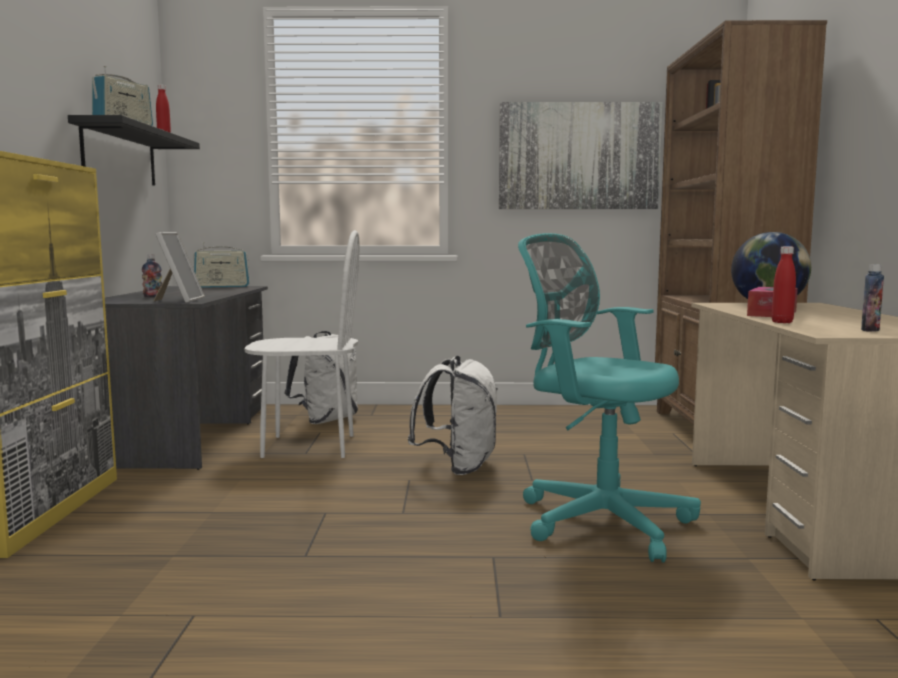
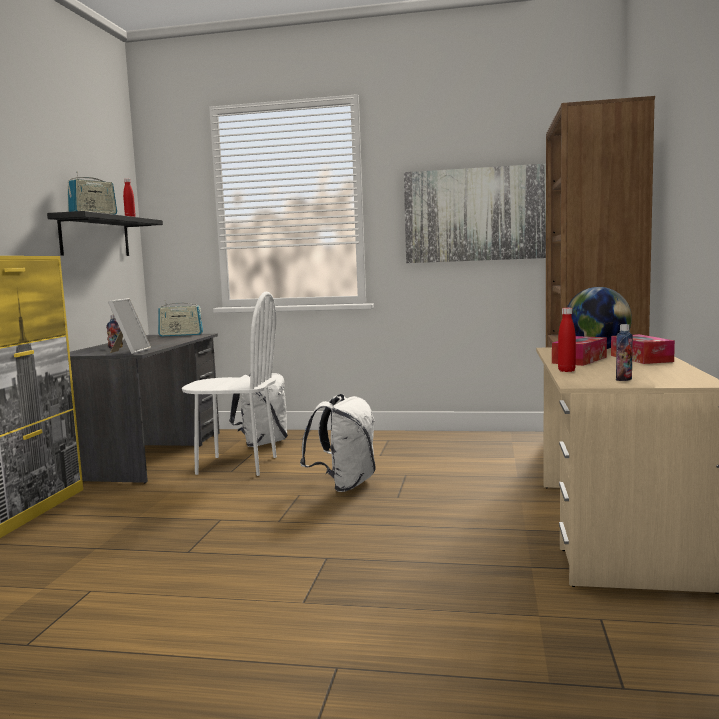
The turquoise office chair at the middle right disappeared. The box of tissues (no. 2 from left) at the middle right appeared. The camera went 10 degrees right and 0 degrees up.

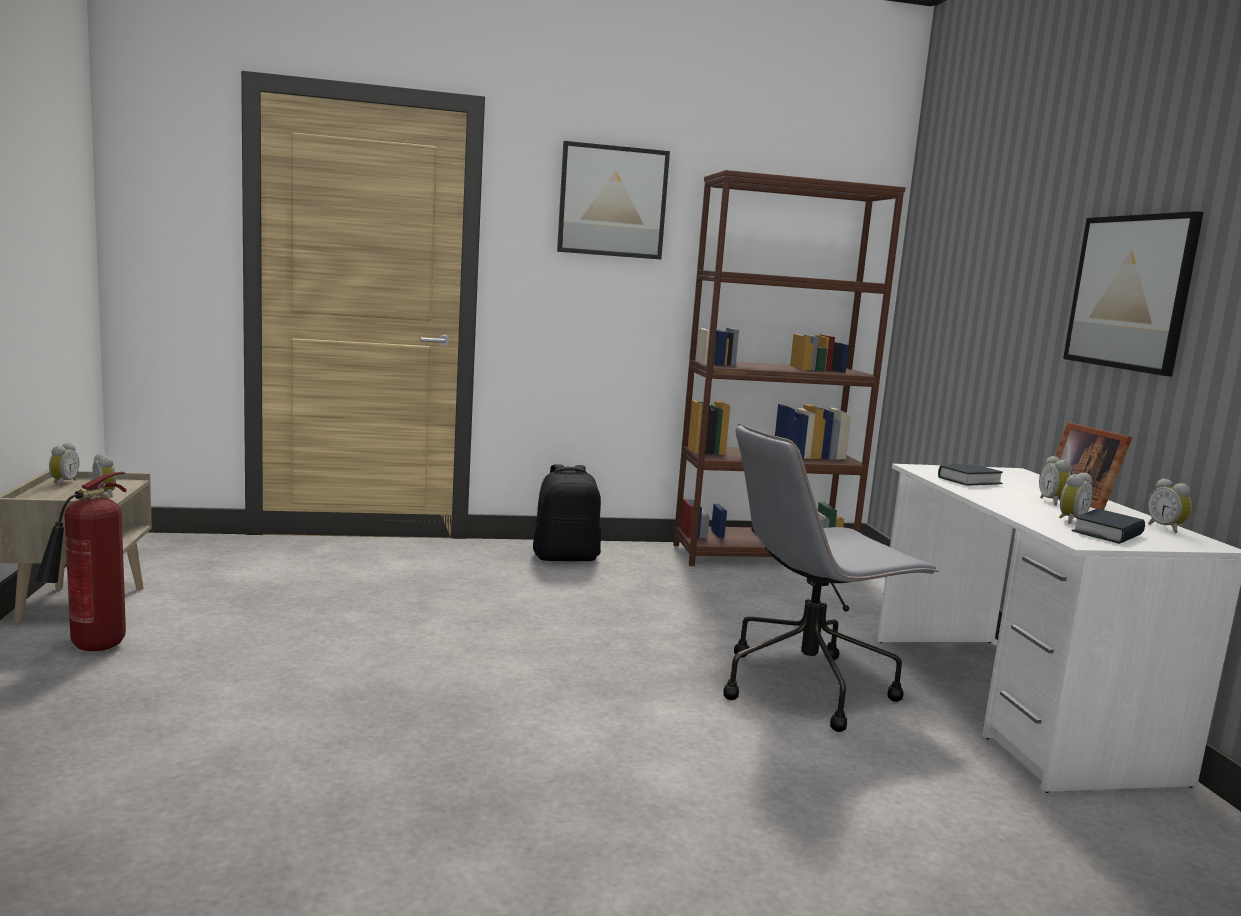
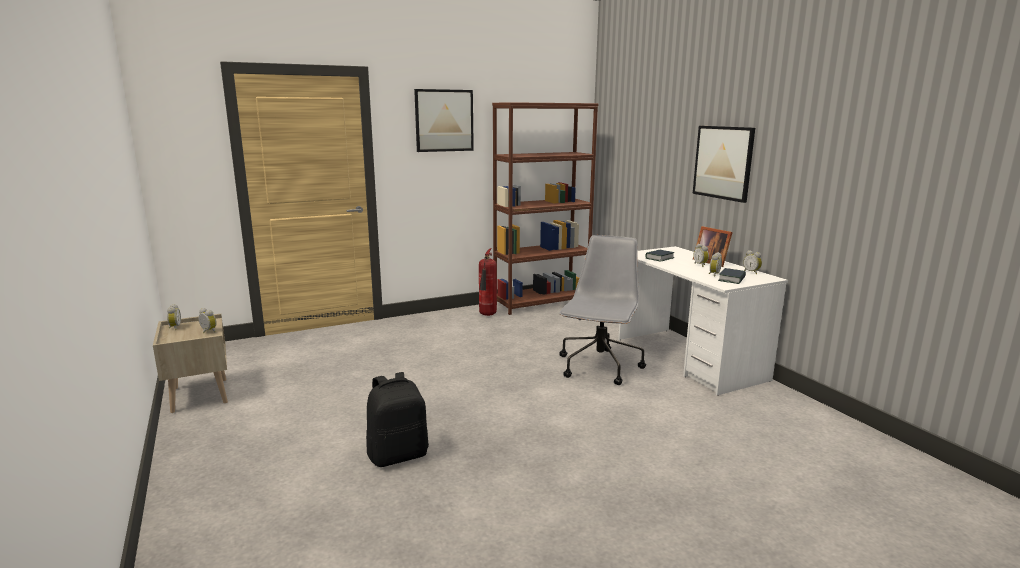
The extinguisher moved from the middle left to the centre. The black-coloured backpack moved from the centre to the bottom centre. The gray office chair at the middle right turned 150 degrees clockwise. The camera went 15 degrees left and 5 degrees up.

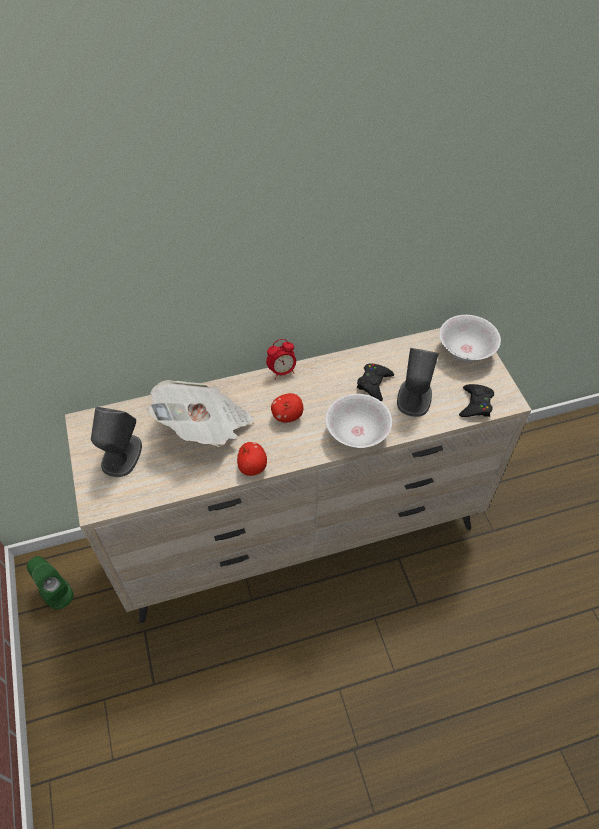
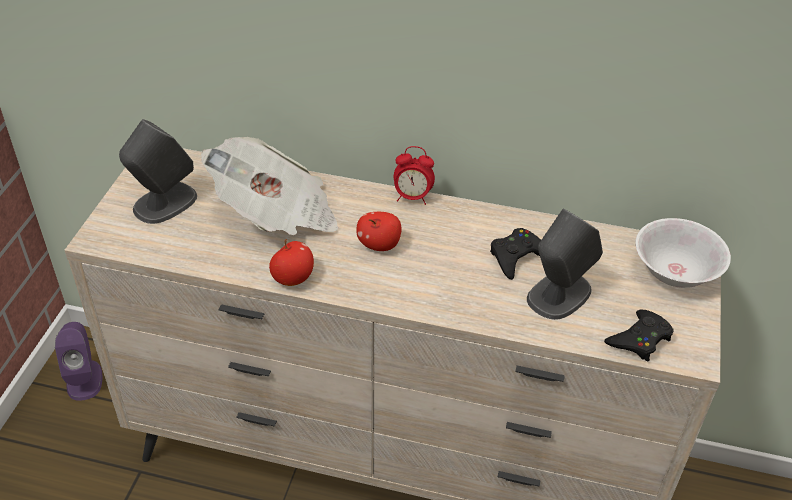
The white deep dish (no. 1 from left) at the centre disappeared. The greenish loudspeaker at the bottom left became the purple-coloured loudspeaker at the bottom left. The camera went 30 degrees right and 10 degrees down.

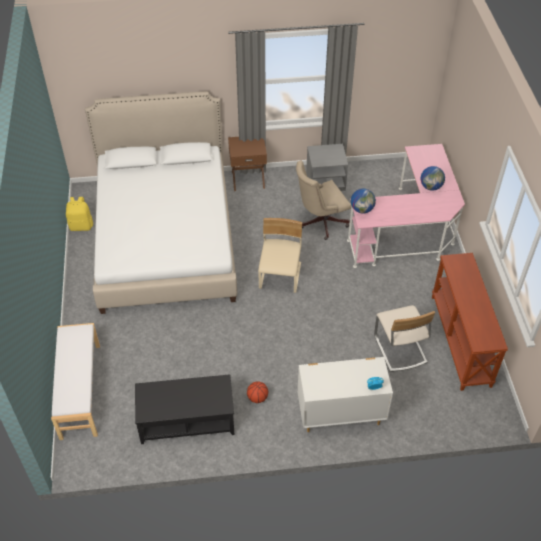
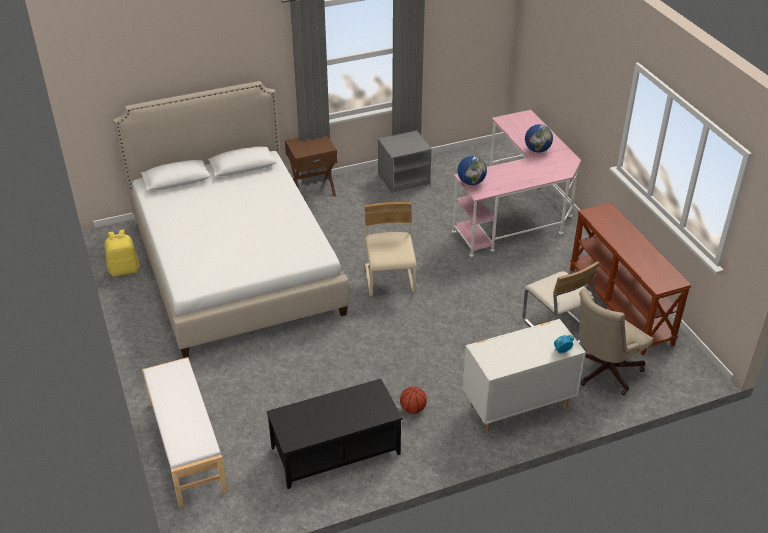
The beige-coloured office chair moved from the centre to the middle right. The camera went 15 degrees left and 10 degrees down.

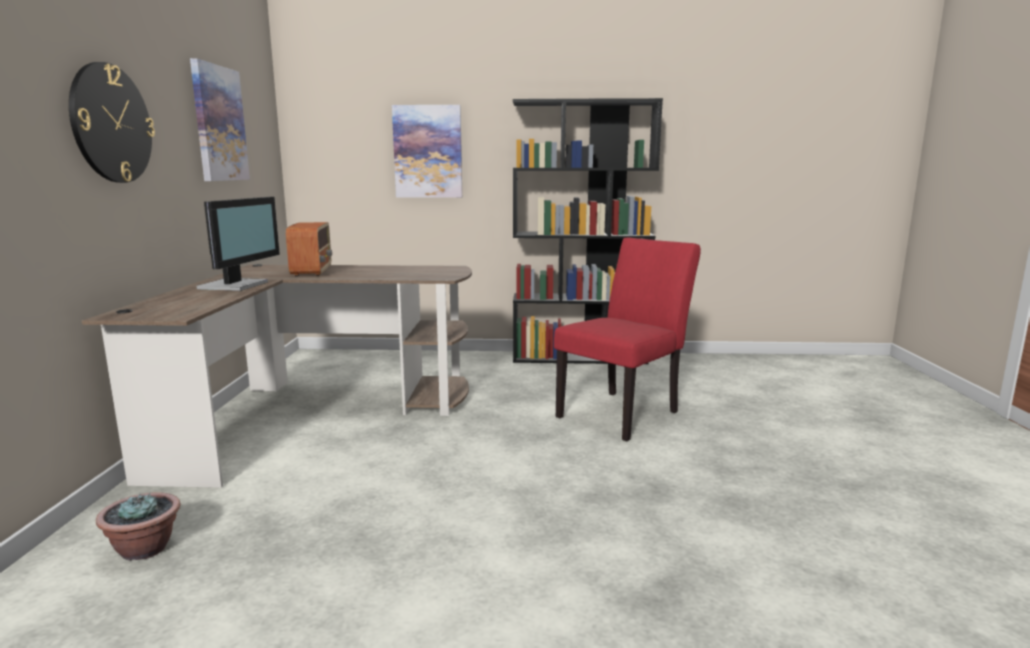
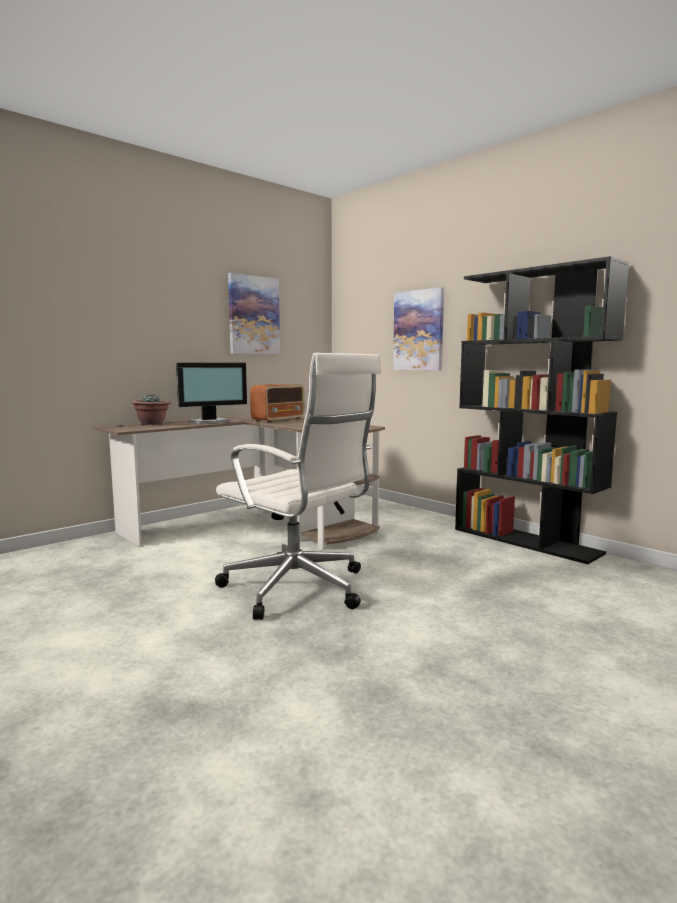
The clock on the wall at the top left disappeared. The reddish plain chair at the centre disappeared. The white office chair at the centre appeared. The potted plant moved from the bottom left to the middle left. The camera went 45 degrees right and 5 degrees down.

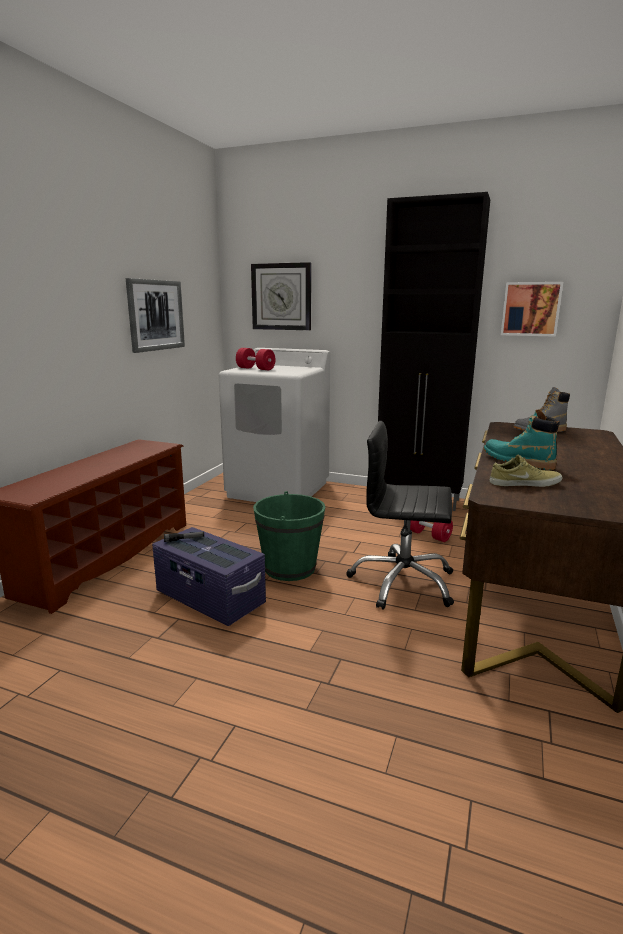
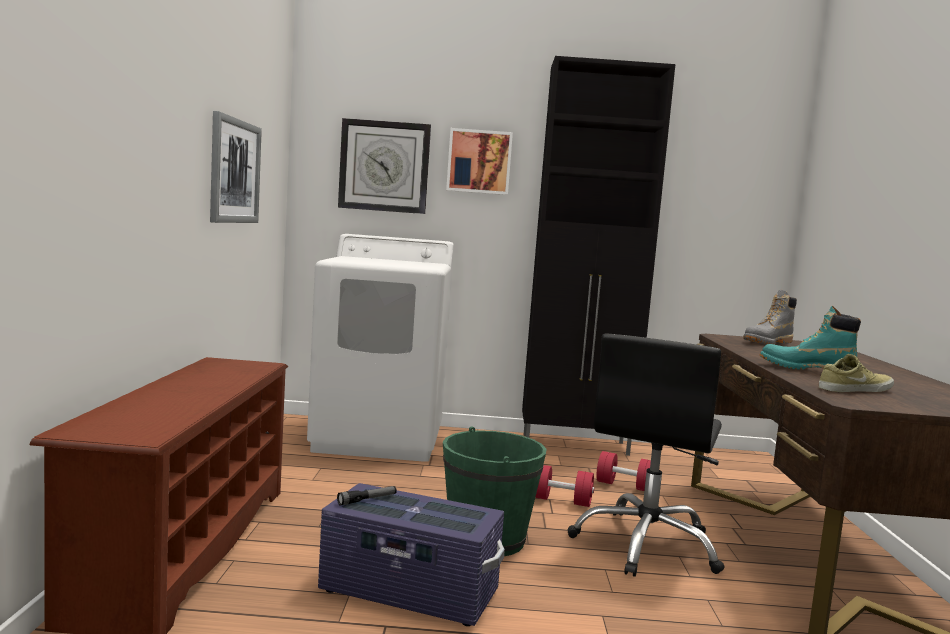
The reddish dumbbell (no. 1 from left) moved from the centre to the bottom centre. The wall art (no. 2 from left) moved from the top right to the top centre. The black-coloured office chair at the centre turned 60 degrees counterclockwise. The camera went 20 degrees left and 10 degrees down.

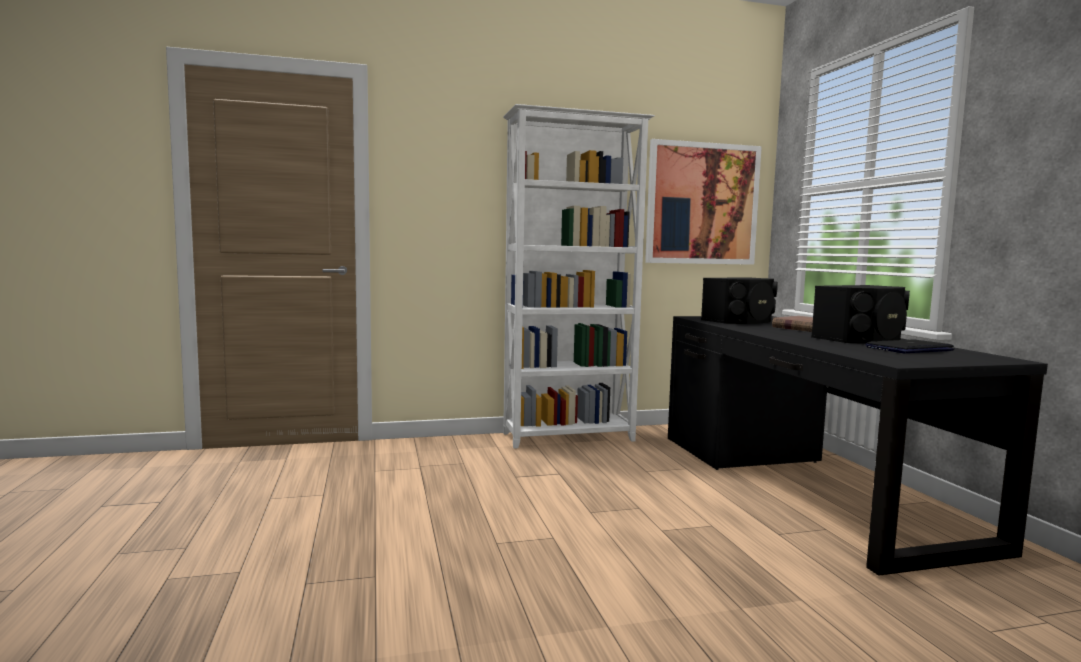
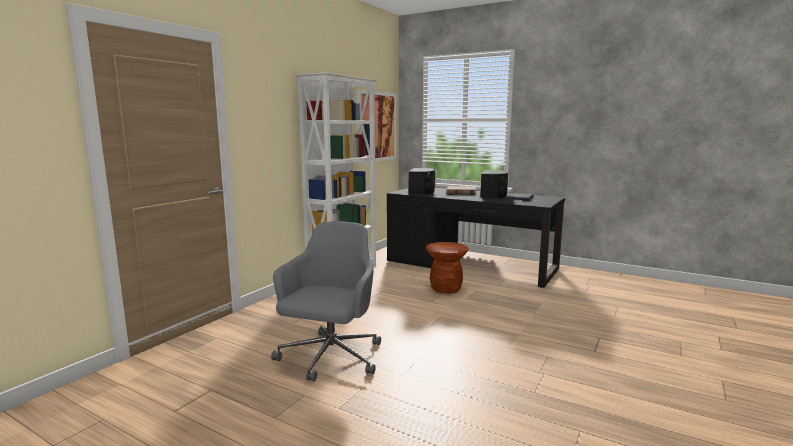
The gray office chair at the bottom centre appeared. The brown sitting stool at the centre appeared. The camera went 45 degrees left and 5 degrees up.

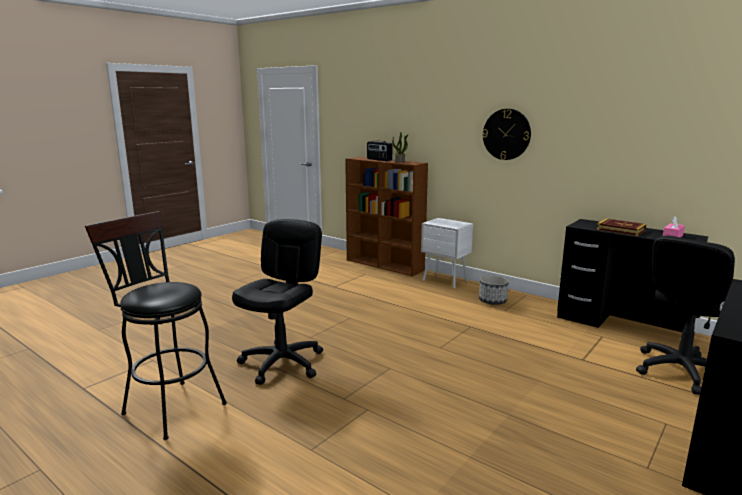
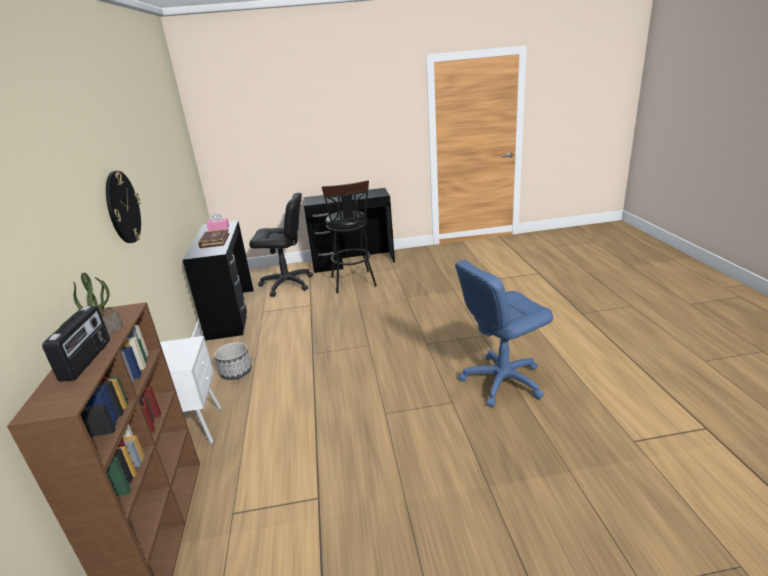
The black-coloured sitting stool moved from the middle left to the centre. The black-coloured office chair (no. 1 from left) at the centre became the bluish office chair at the centre. The camera went 135 degrees left and 10 degrees up.

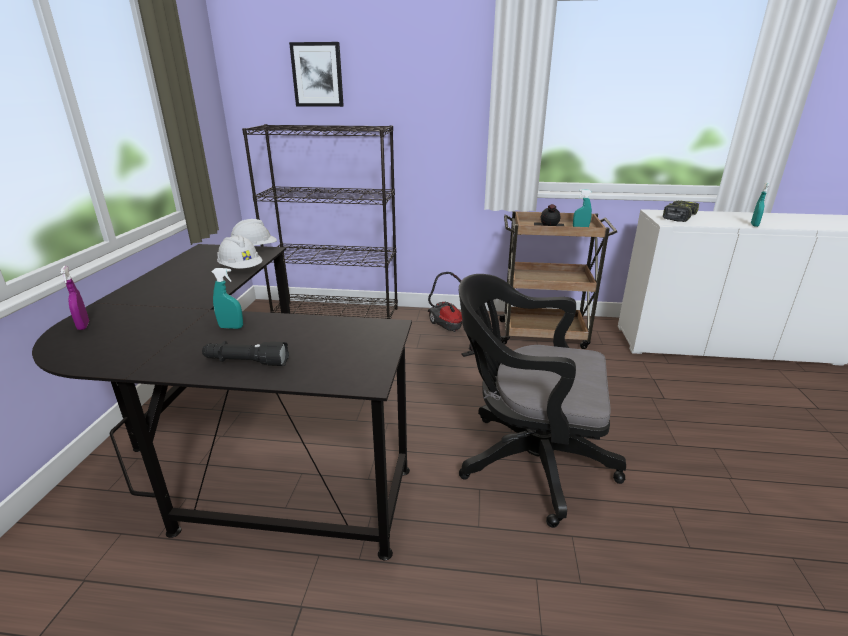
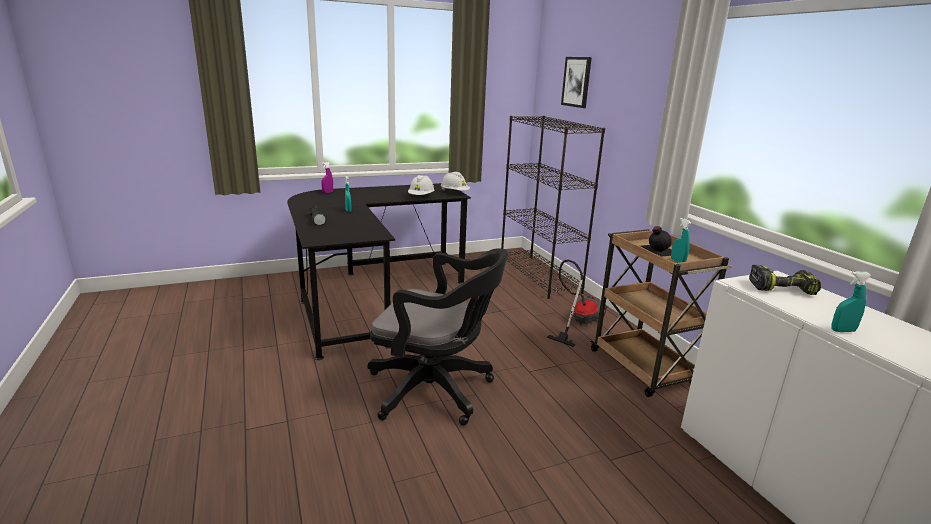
The black-coloured office chair at the centre turned 120 degrees clockwise. The camera went 60 degrees right and 5 degrees down.

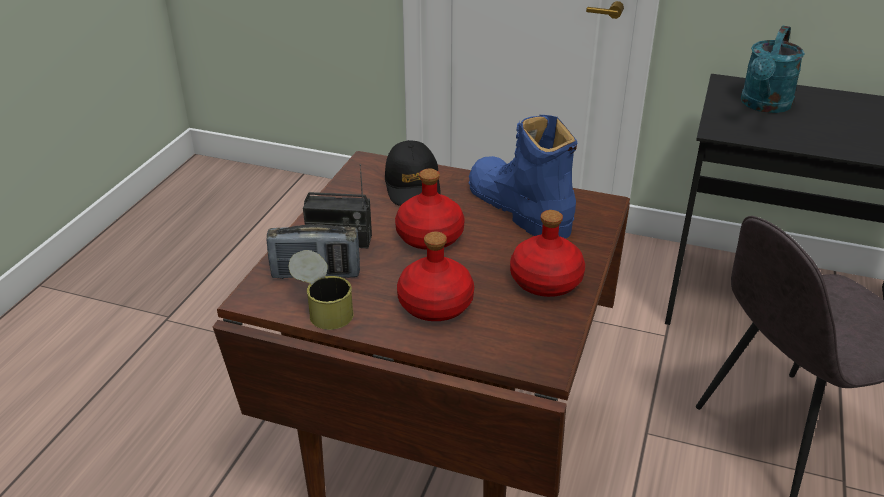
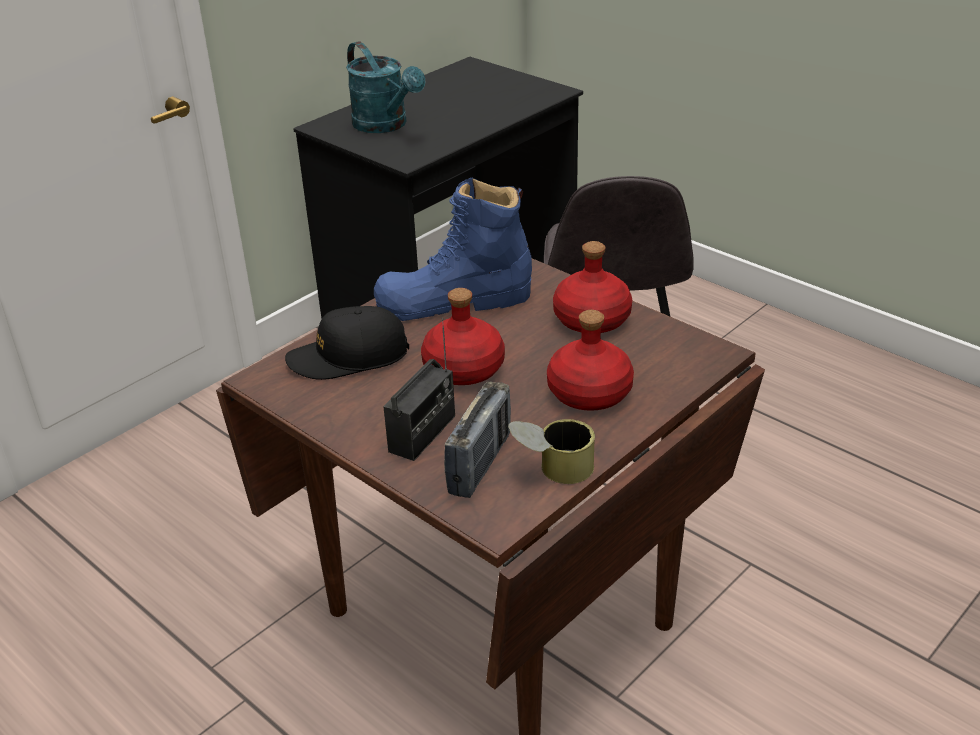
The black-coloured cap at the centre turned 150 degrees clockwise. The camera went 65 degrees left and 0 degrees up.

